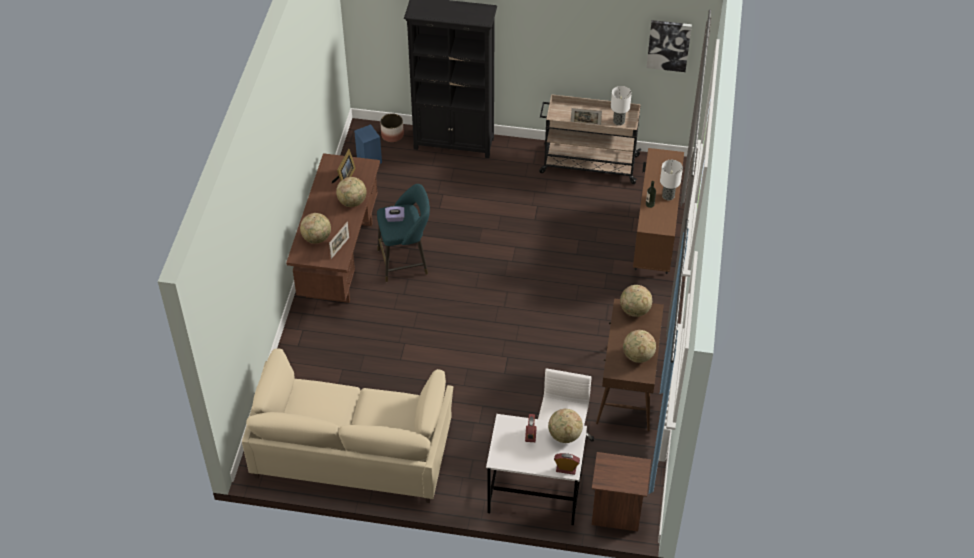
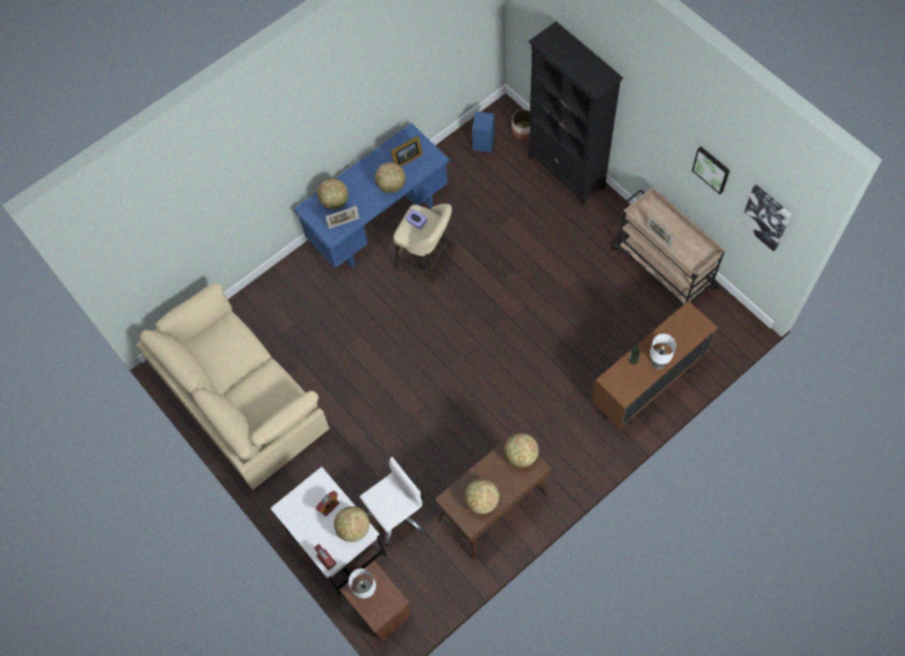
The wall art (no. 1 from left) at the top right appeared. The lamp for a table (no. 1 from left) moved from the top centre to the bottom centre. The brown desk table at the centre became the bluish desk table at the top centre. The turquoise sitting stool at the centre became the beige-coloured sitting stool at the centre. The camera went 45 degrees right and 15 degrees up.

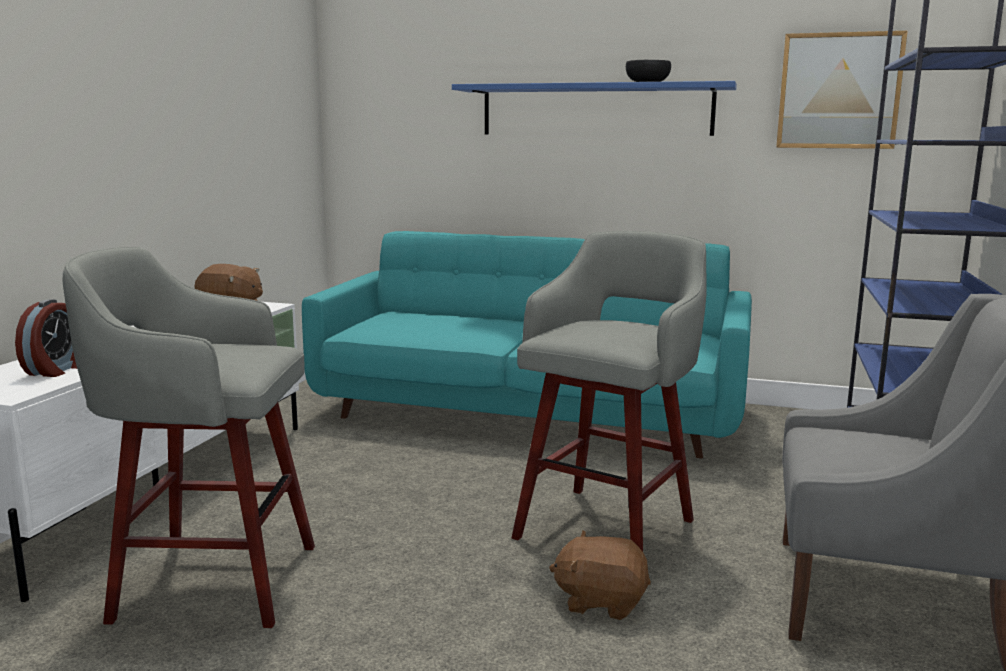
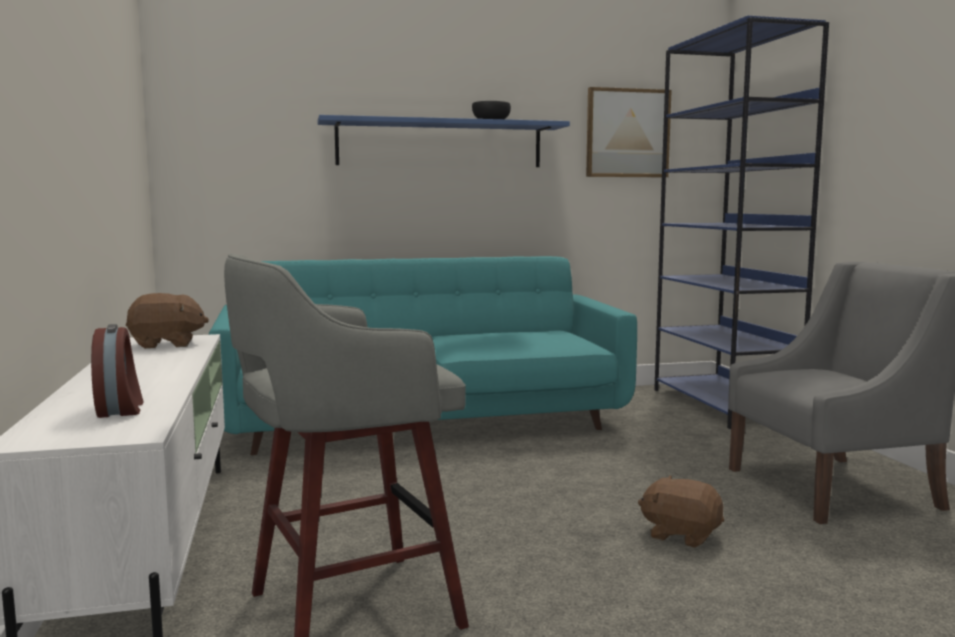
The gray sitting stool (no. 2 from left) at the centre disappeared. The brown soft toy (no. 2 from left) at the bottom centre turned 45 degrees clockwise. The camera went 30 degrees left and 5 degrees down.

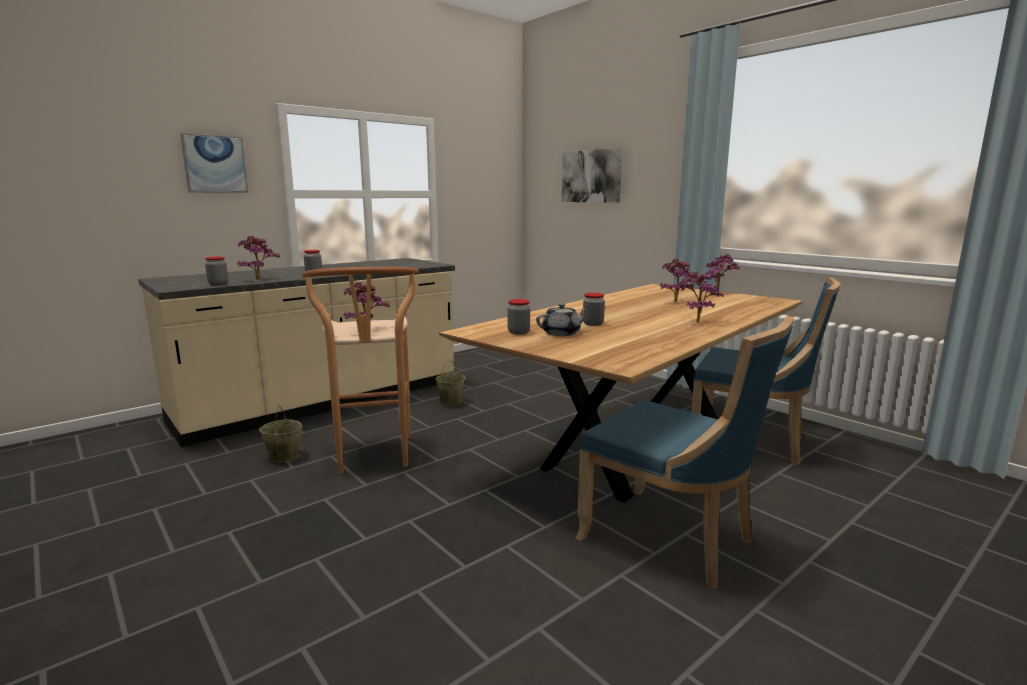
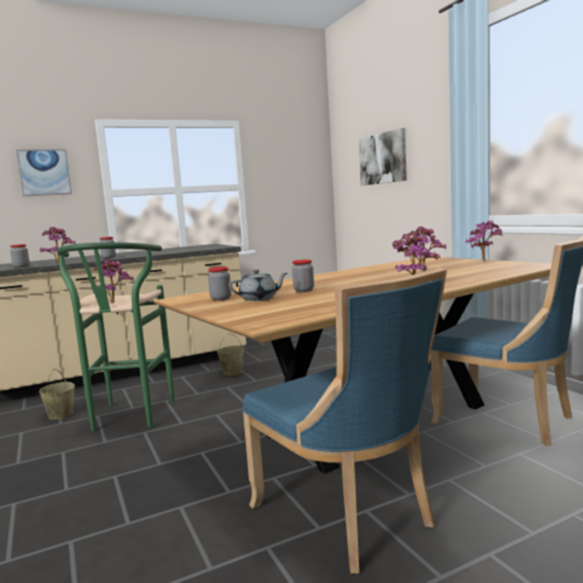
The brown sitting stool at the centre became the greenish sitting stool at the middle left. The camera went 15 degrees right and 5 degrees down.

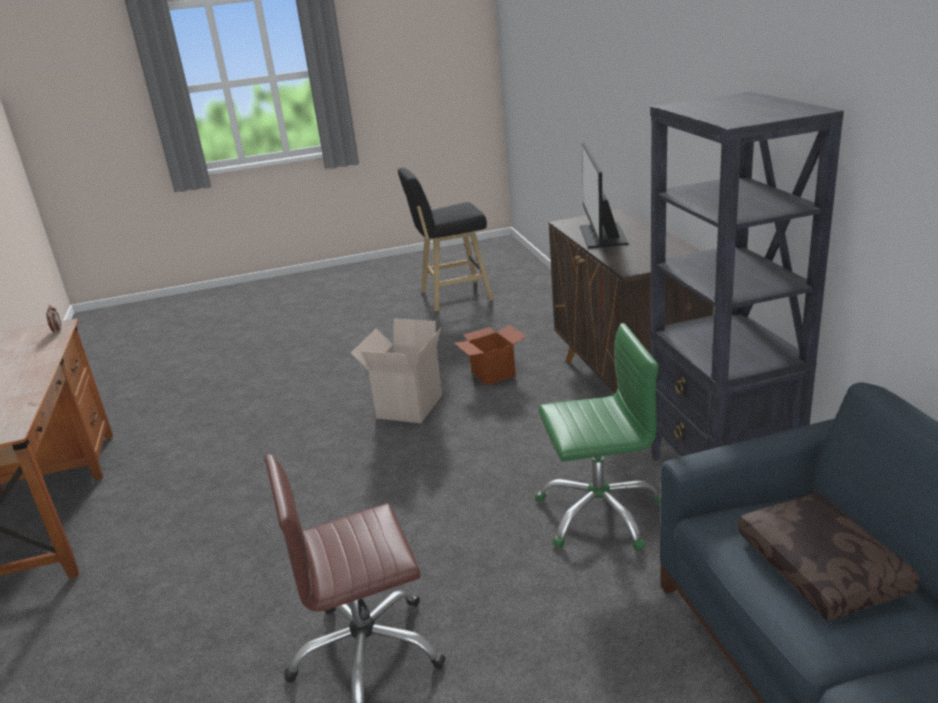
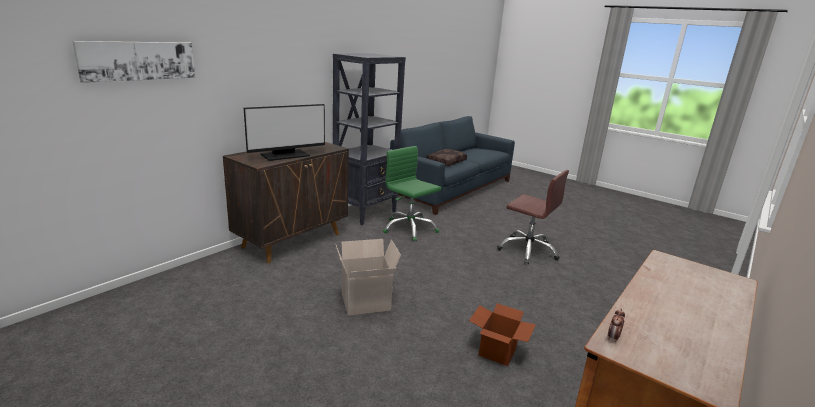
The black-coloured sitting stool at the centre disappeared. The wall art at the top left appeared. The packing box (no. 2 from left) moved from the centre to the bottom centre. The camera went 130 degrees left and 5 degrees down.

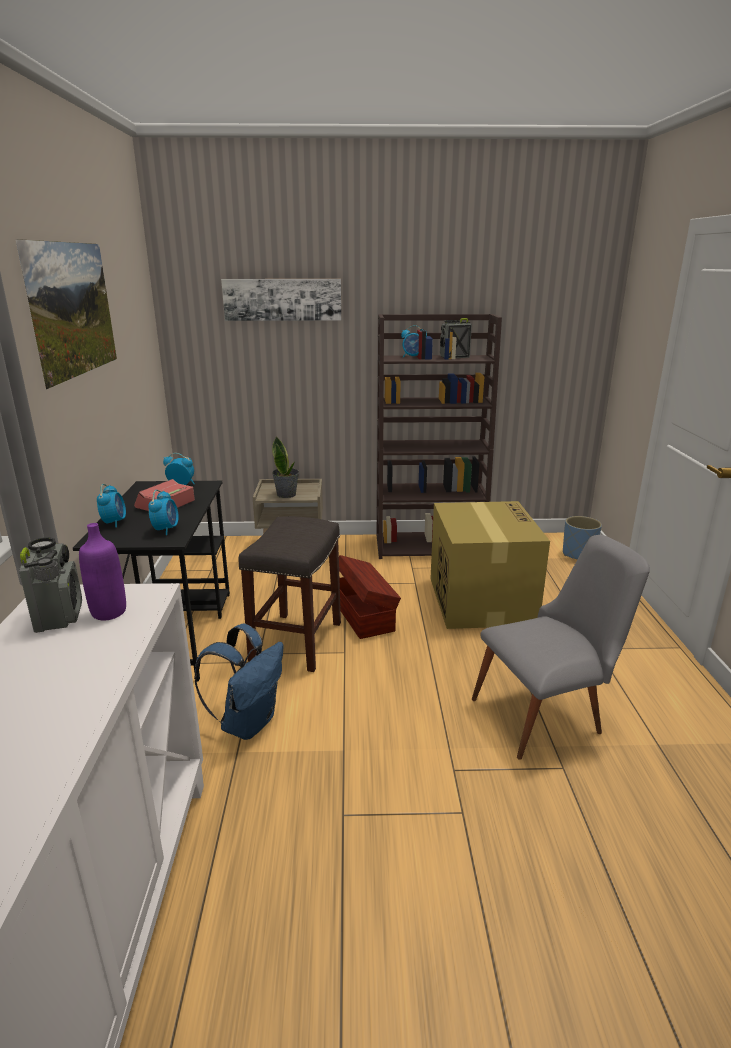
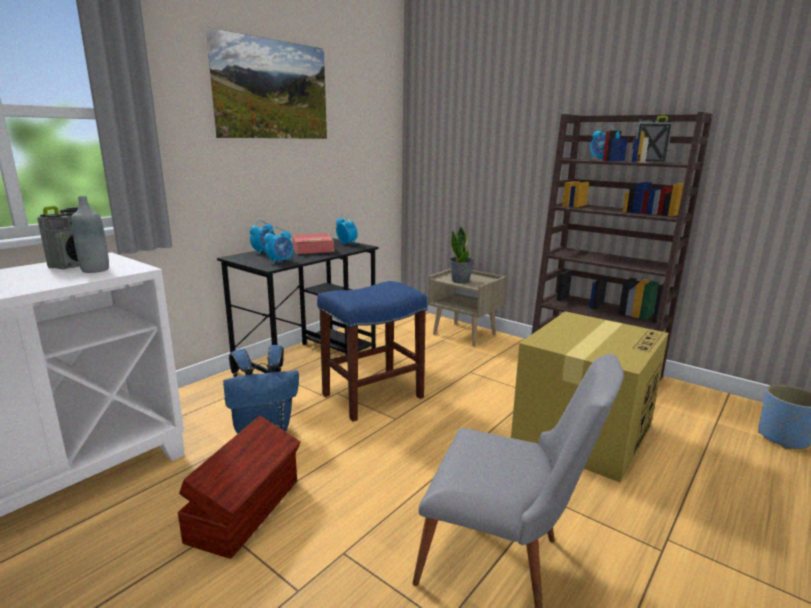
The wall art (no. 2 from left) at the top centre disappeared. The brown storage bin moved from the centre to the bottom left. The purple-coloured drink bottle at the middle left became the gray drink bottle at the middle left. The gray sitting stool at the centre became the bluish sitting stool at the centre. The camera went 40 degrees right and 5 degrees down.

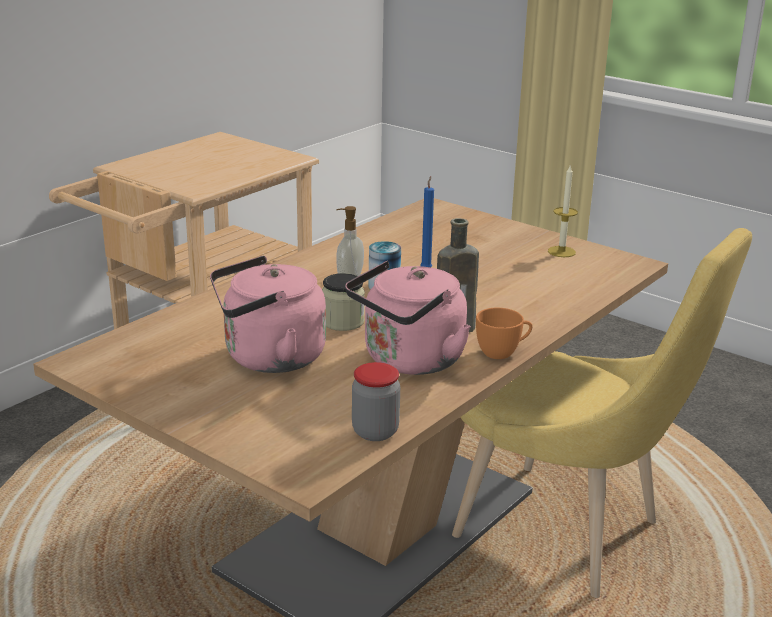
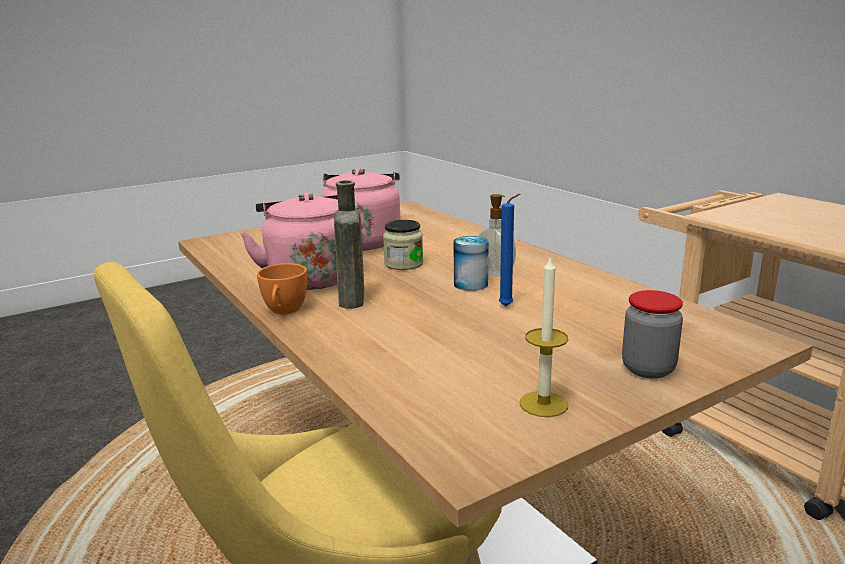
The storage jar (no. 2 from left) moved from the centre to the middle right. The camera went 110 degrees right and 5 degrees down.

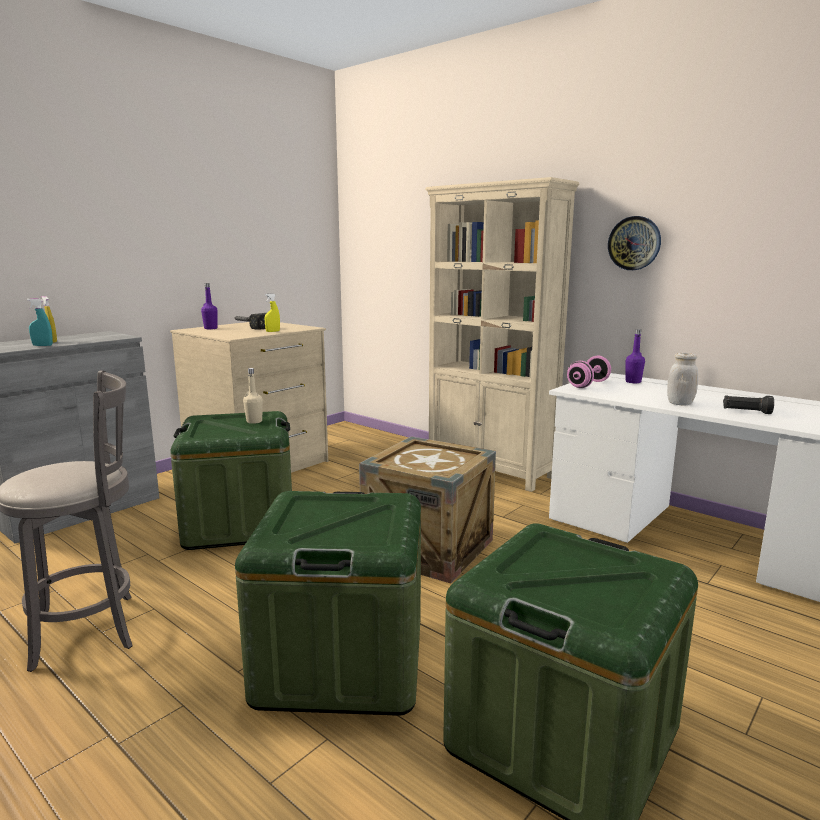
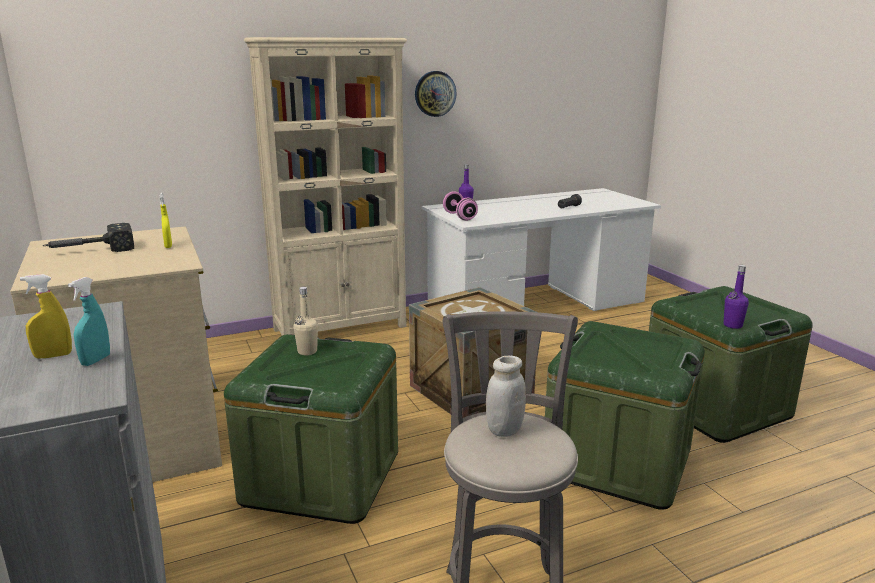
The purple-coloured drink bottle (no. 1 from left in the first image) moved from the middle left to the middle right. The white storage jar moved from the middle right to the bottom centre. The camera went 65 degrees left and 5 degrees up.

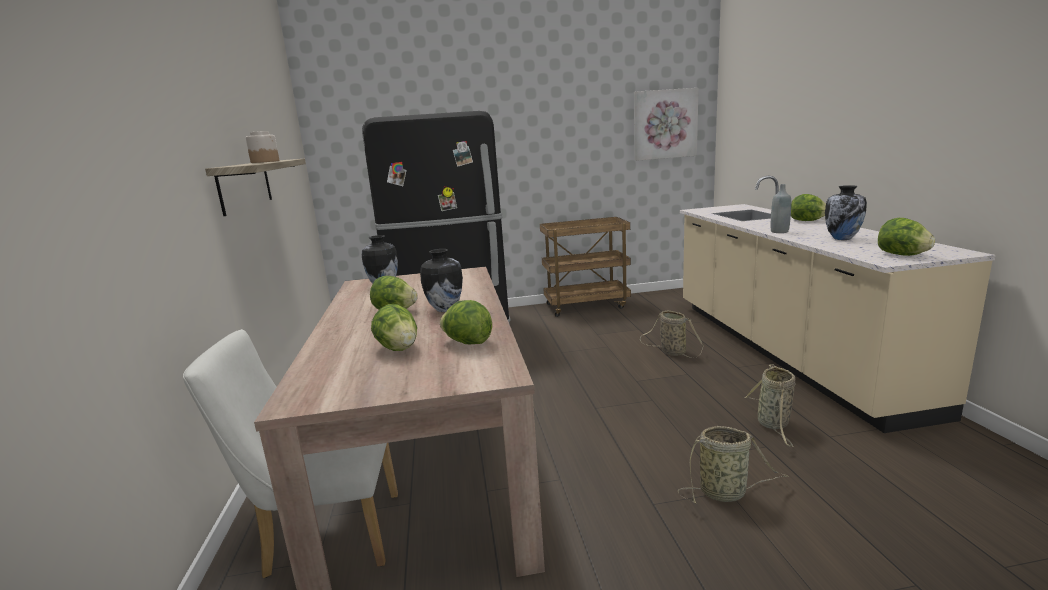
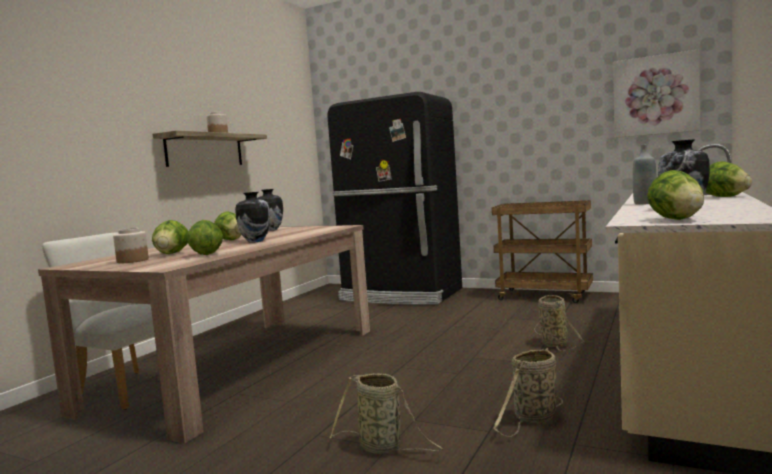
The storage jar (no. 1 from left) at the middle left appeared. The camera went 35 degrees right and 10 degrees down.

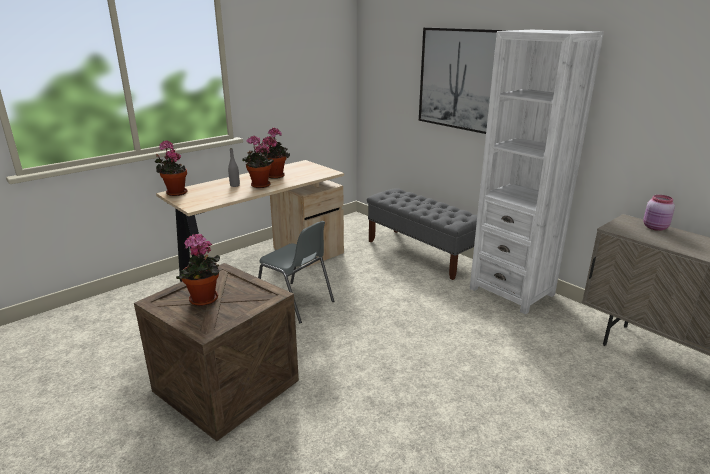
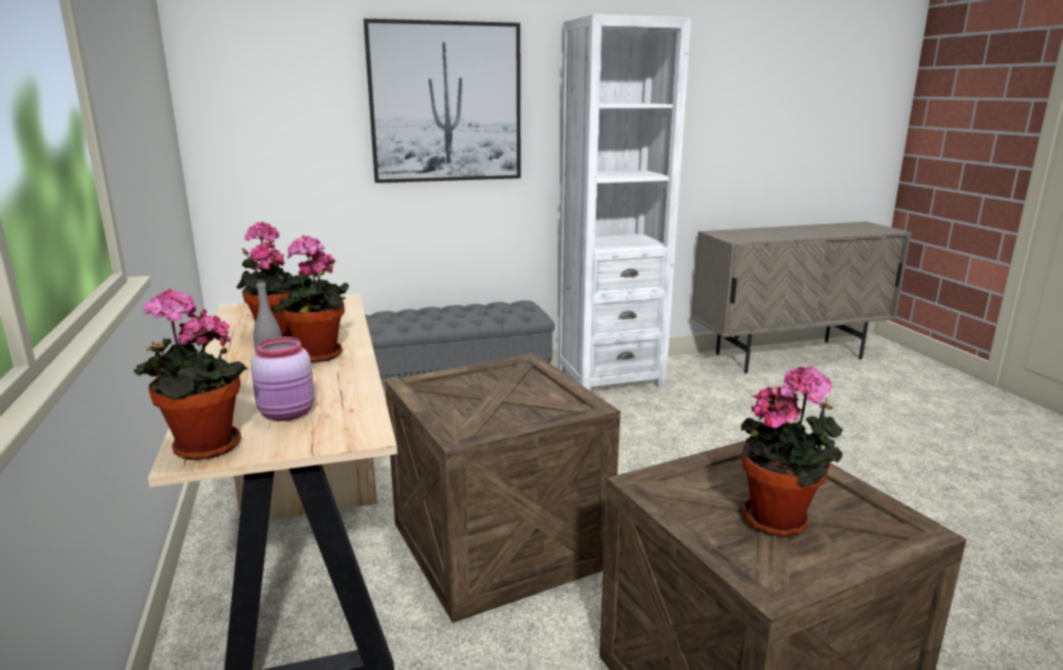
The pinkish storage jar moved from the middle right to the middle left. The gray plain chair at the centre was replaced by the shipping crate (no. 1 from left) at the bottom centre. The camera went 65 degrees left and 5 degrees down.

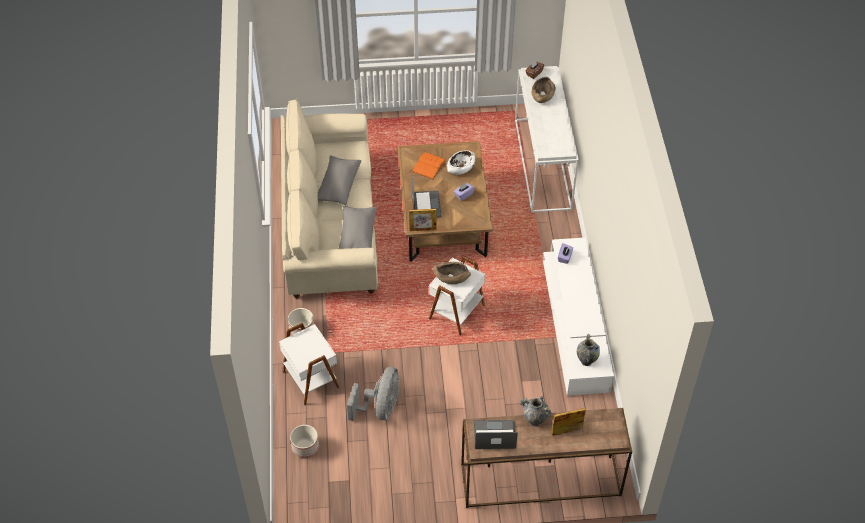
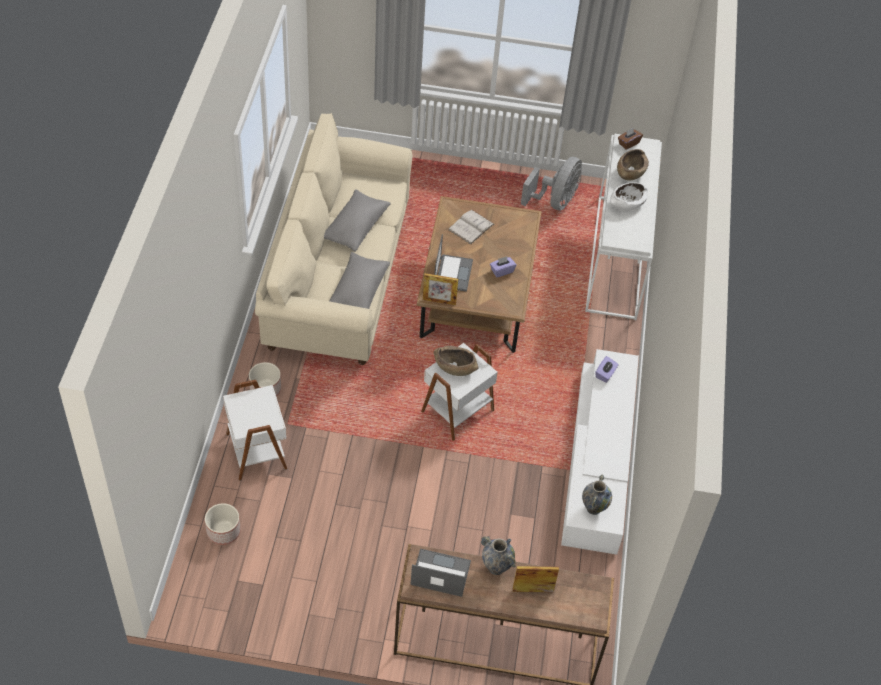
The gray cooling fan moved from the bottom centre to the top centre. The white deep dish moved from the top centre to the top right. The orange book at the top centre became the white book at the top centre. The camera went 10 degrees right and 0 degrees up.

